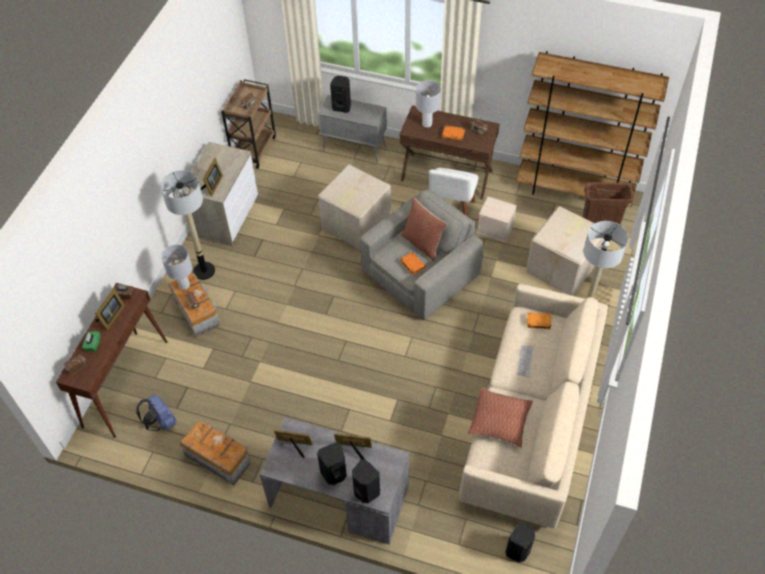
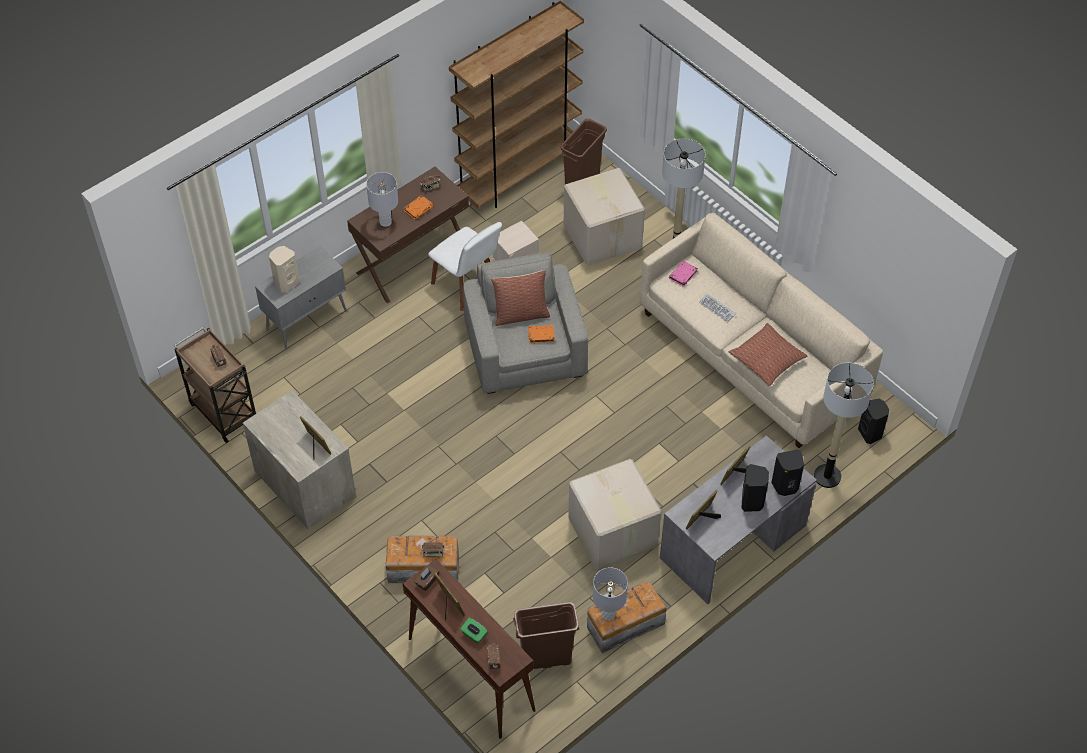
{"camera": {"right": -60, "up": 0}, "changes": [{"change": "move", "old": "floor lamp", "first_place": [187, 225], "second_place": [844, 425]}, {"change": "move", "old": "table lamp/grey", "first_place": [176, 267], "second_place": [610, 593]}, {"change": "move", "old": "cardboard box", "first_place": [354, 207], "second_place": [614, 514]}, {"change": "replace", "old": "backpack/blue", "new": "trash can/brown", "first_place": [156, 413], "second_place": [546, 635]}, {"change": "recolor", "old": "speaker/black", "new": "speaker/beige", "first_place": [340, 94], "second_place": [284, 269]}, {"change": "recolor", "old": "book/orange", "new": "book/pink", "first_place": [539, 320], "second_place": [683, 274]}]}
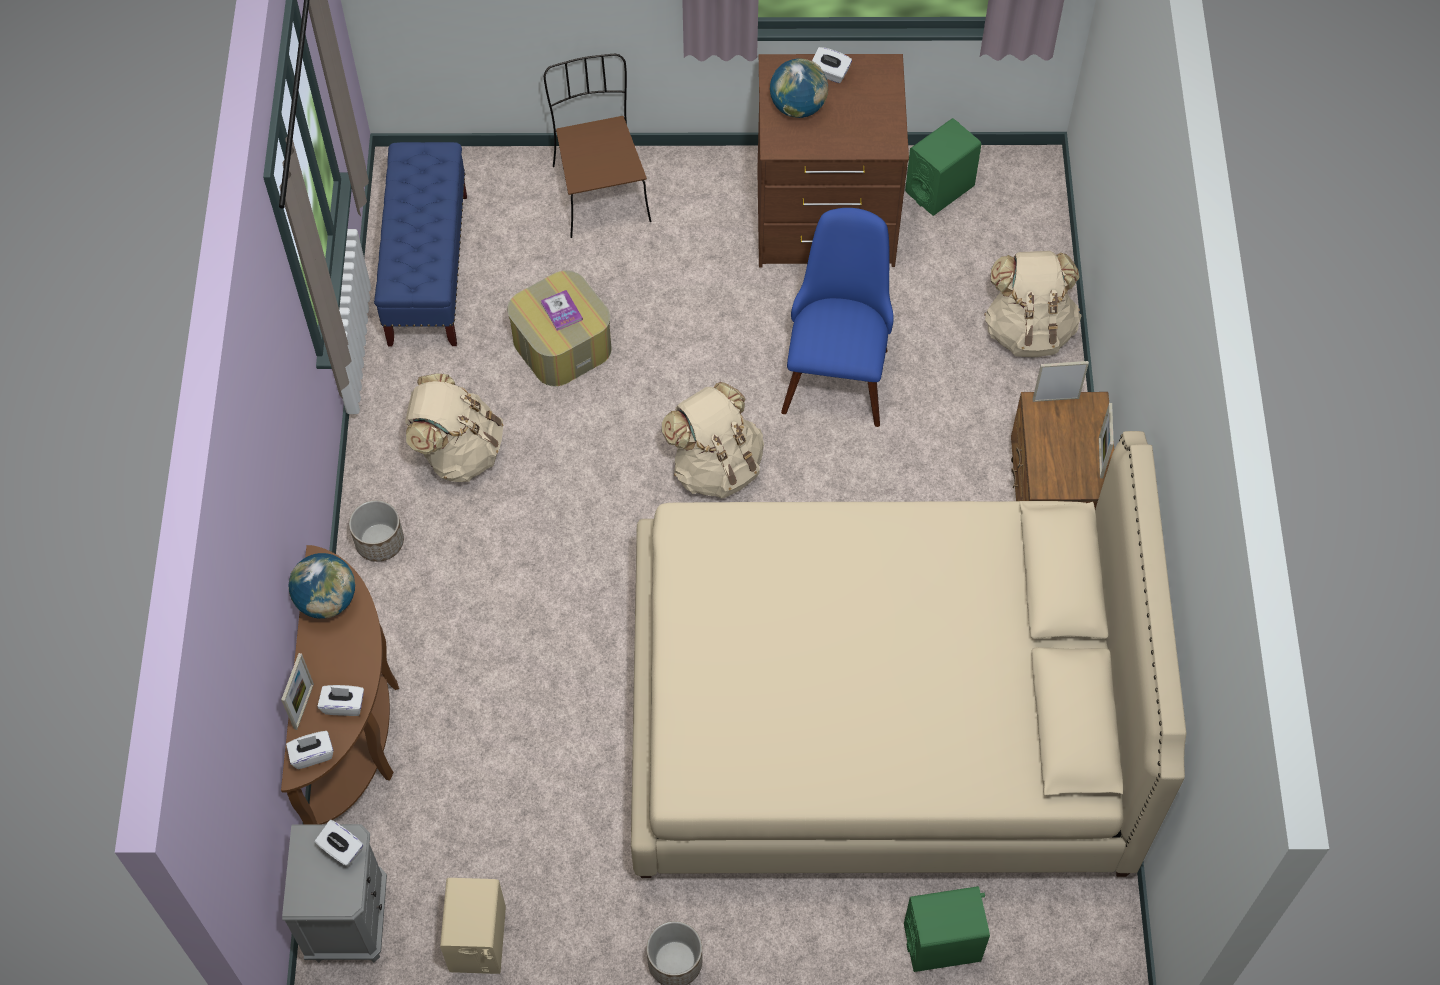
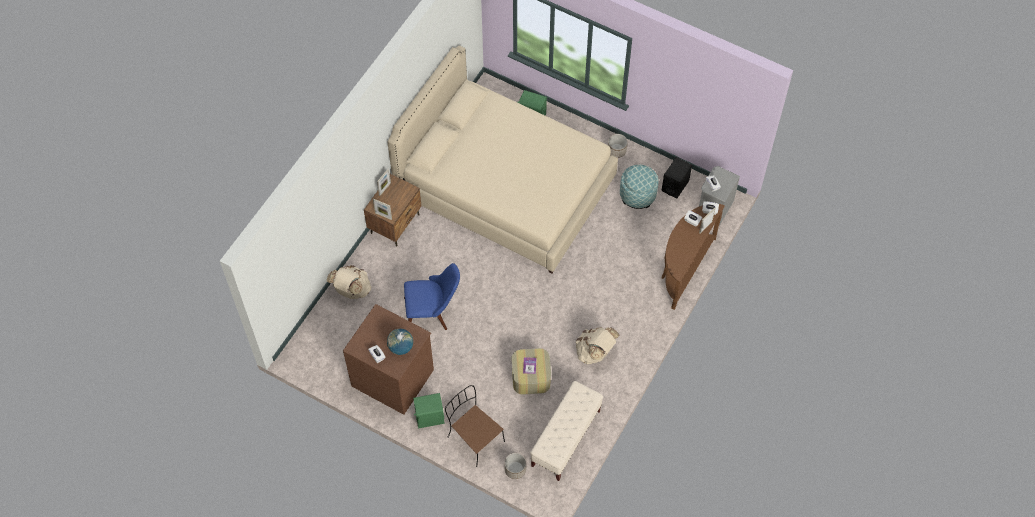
{"camera": {"right": -150, "up": 0}, "changes": [{"change": "delete", "old": "globe", "first_place": [321, 586]}, {"change": "delete", "old": "backpack/beige", "first_place": [713, 440]}, {"change": "insert", "new": "ottoman", "second_place": [639, 187]}, {"change": "move", "old": "planter", "first_place": [376, 531], "second_place": [515, 466]}, {"change": "move", "old": "speaker/green", "first_place": [943, 167], "second_place": [429, 411]}, {"change": "recolor", "old": "bench/blue", "new": "bench/beige", "first_place": [420, 244], "second_place": [566, 431]}, {"change": "recolor", "old": "speaker/beige", "new": "speaker/black", "first_place": [473, 926], "second_place": [677, 177]}, {"change": "rotate", "old": "chair/brown", "first_place": [597, 146], "second_place": [475, 426], "degrees": 120}, {"change": "rotate", "old": "chair/blue", "first_place": [837, 317], "second_place": [432, 296], "degrees": -135}]}
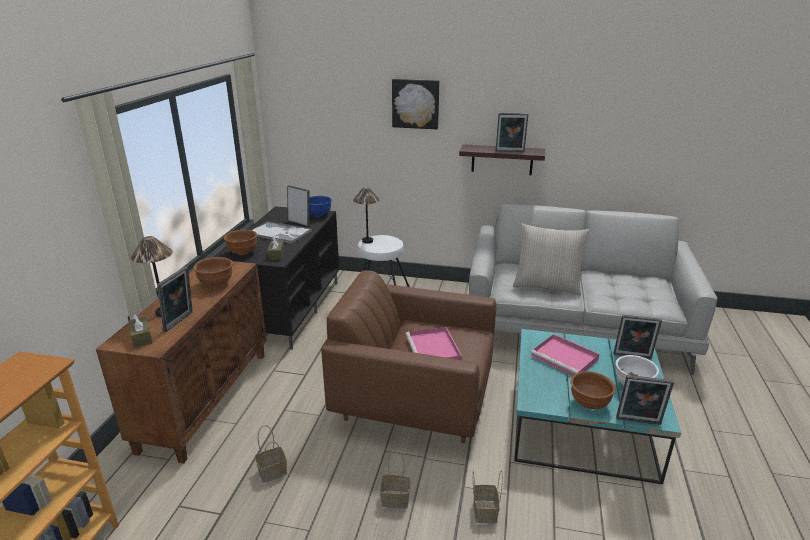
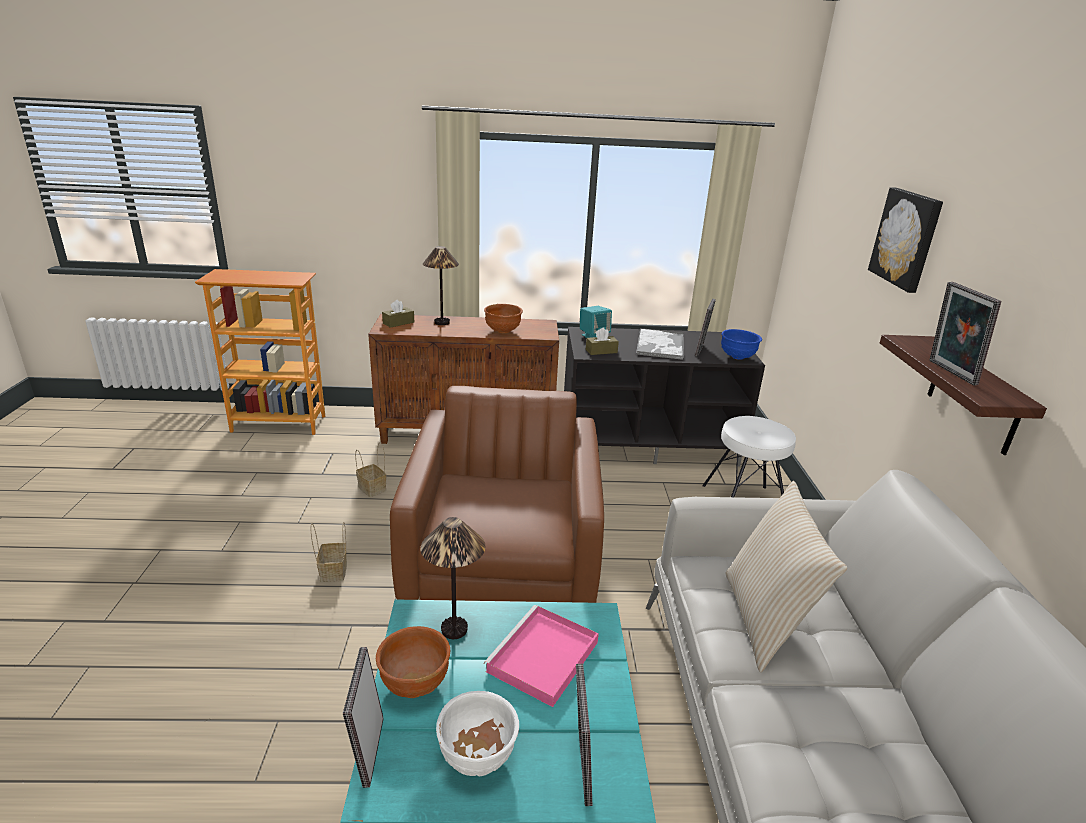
{"camera": {"right": 75, "up": 0}, "changes": [{"change": "delete", "old": "picture frame", "first_place": [175, 299]}, {"change": "delete", "old": "tray/pink", "first_place": [434, 343]}, {"change": "delete", "old": "basket", "first_place": [488, 496]}, {"change": "move", "old": "table lamp", "first_place": [366, 215], "second_place": [453, 578]}, {"change": "replace", "old": "bowl/brown", "new": "speaker/turquoise", "first_place": [240, 242], "second_place": [596, 322]}]}
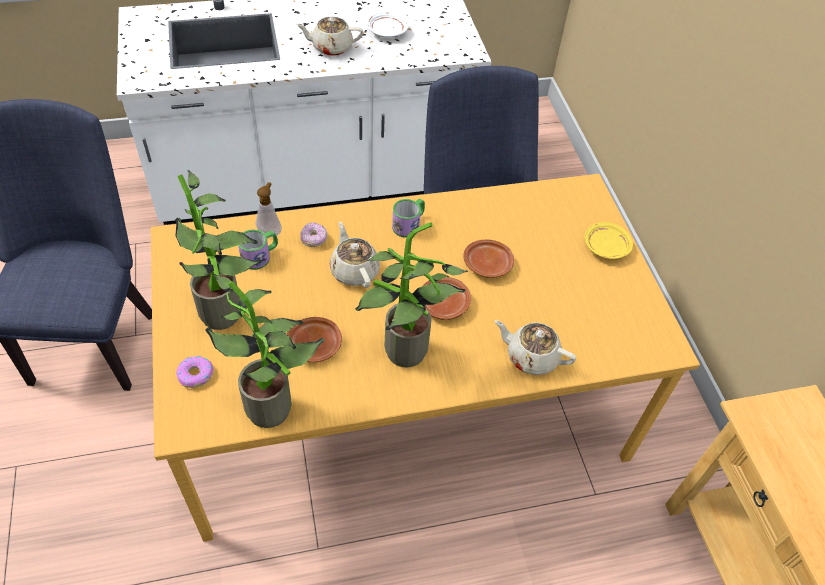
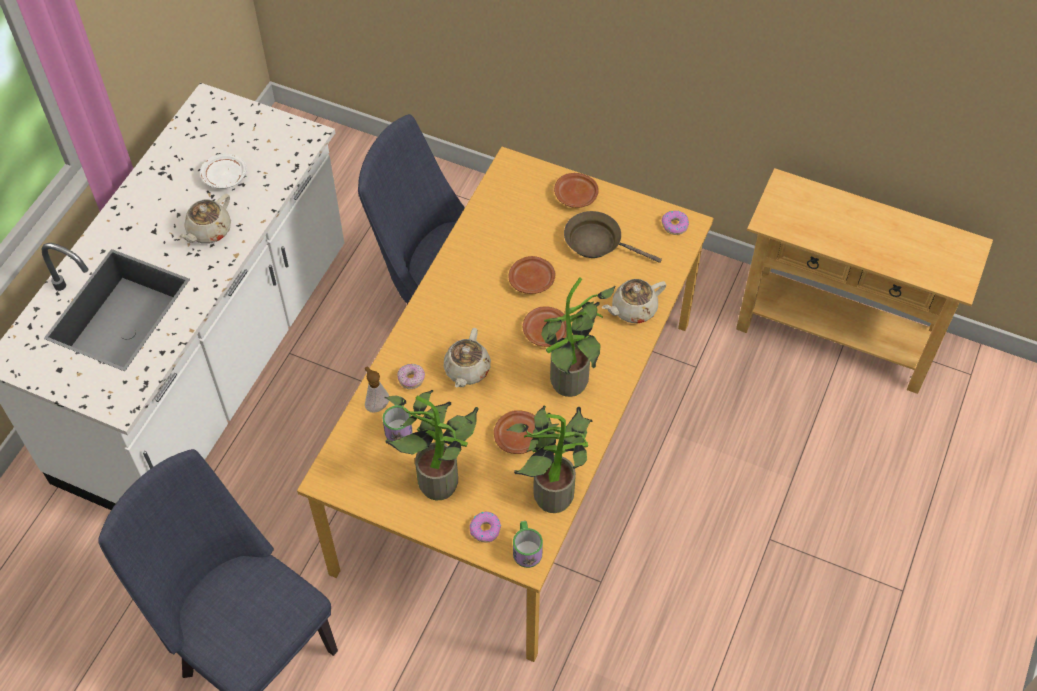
{"camera": {"right": -50, "up": 5}, "changes": [{"change": "insert", "new": "frying pan/brown", "second_place": [613, 237]}, {"change": "insert", "new": "donut", "second_place": [675, 223]}, {"change": "move", "old": "mug", "first_place": [408, 218], "second_place": [528, 544]}, {"change": "recolor", "old": "plate/yellow", "new": "plate/brown", "first_place": [608, 240], "second_place": [576, 190]}, {"change": "rotate", "old": "teapot/beige", "first_place": [355, 254], "second_place": [467, 358], "degrees": -90}]}
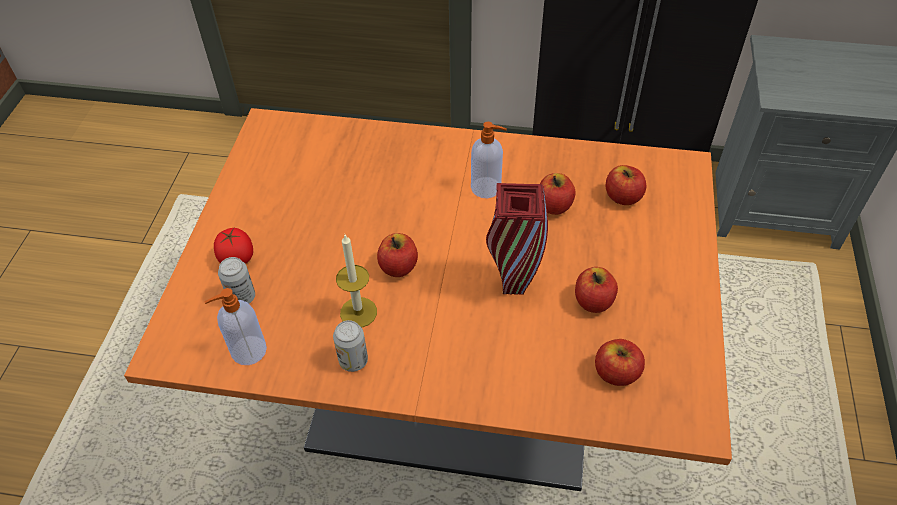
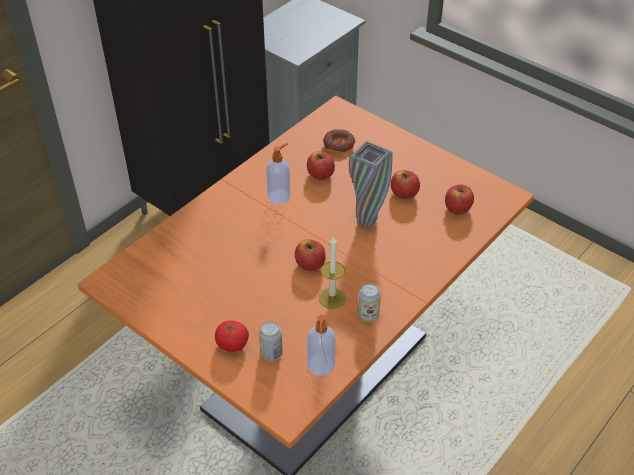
{"camera": {"right": -60, "up": -5}, "changes": [{"change": "replace", "old": "apple", "new": "donut", "first_place": [626, 185], "second_place": [339, 141]}, {"change": "recolor", "old": "vase/red", "new": "vase/grey", "first_place": [517, 239], "second_place": [370, 184]}]}
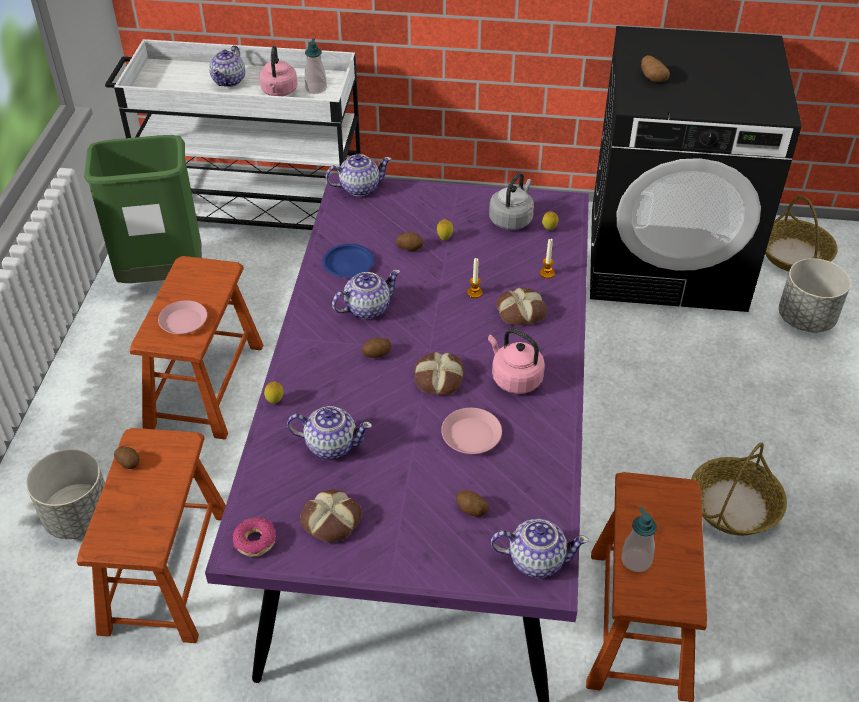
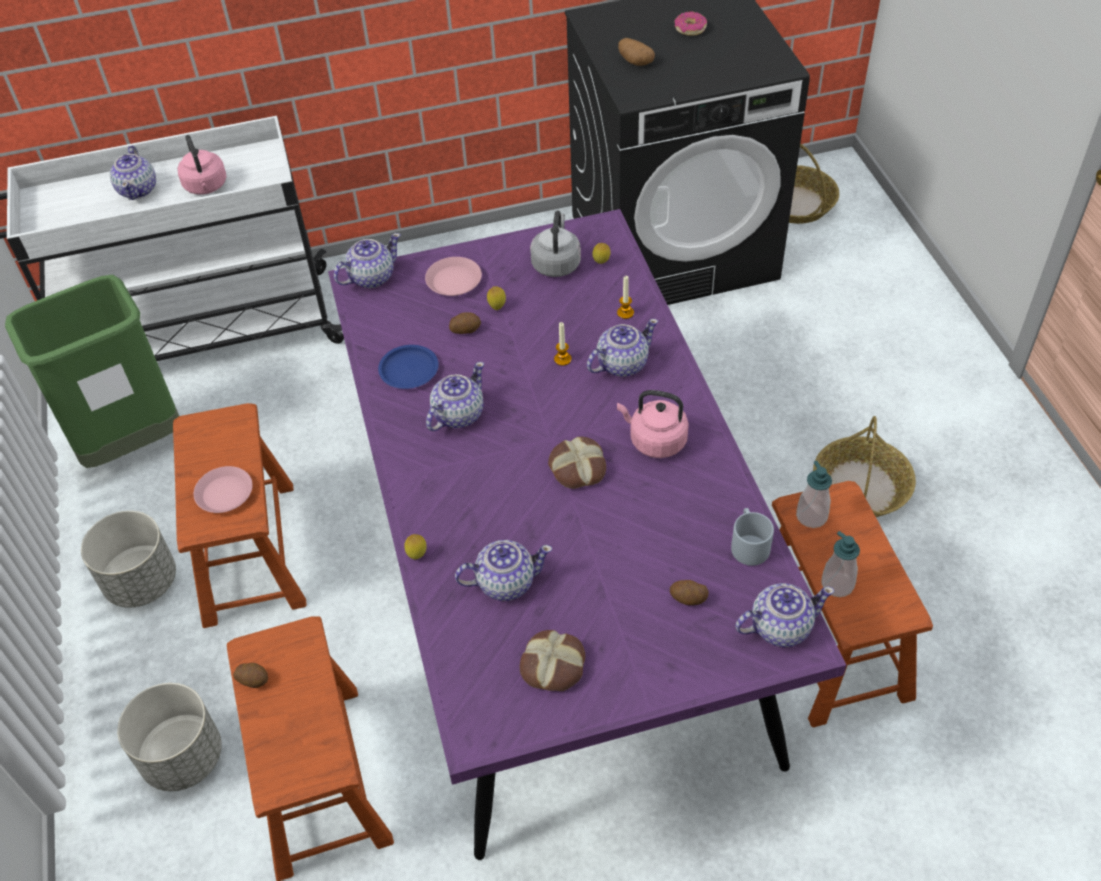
{"camera": {"right": -20, "up": 5}, "changes": [{"change": "delete", "old": "potato", "first_place": [376, 348]}, {"change": "insert", "new": "mug/grey", "second_place": [752, 537]}, {"change": "move", "old": "donut", "first_place": [254, 537], "second_place": [690, 24]}, {"change": "move", "old": "soap dispenser", "first_place": [316, 66], "second_place": [814, 494]}, {"change": "move", "old": "plate/pink", "first_place": [471, 431], "second_place": [453, 276]}, {"change": "move", "old": "planter/grey", "first_place": [815, 295], "second_place": [128, 559]}, {"change": "replace", "old": "bread", "new": "teapot", "first_place": [521, 306], "second_place": [622, 348]}]}
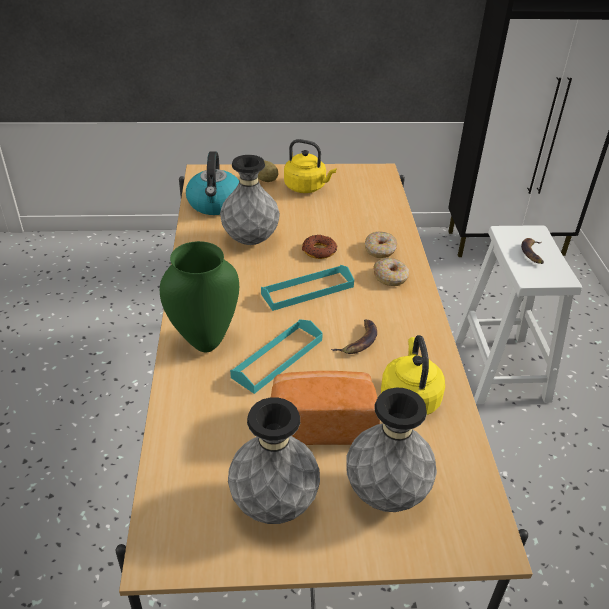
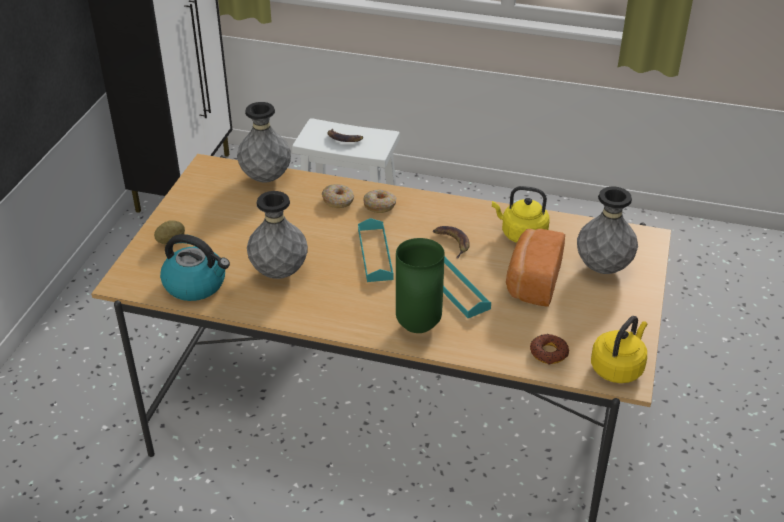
{"camera": {"right": -70, "up": 0}, "changes": [{"change": "move", "old": "vase/grey", "first_place": [274, 460], "second_place": [264, 142]}, {"change": "move", "old": "kettle/yellow", "first_place": [310, 166], "second_place": [619, 349]}, {"change": "move", "old": "donut", "first_place": [319, 247], "second_place": [549, 349]}]}
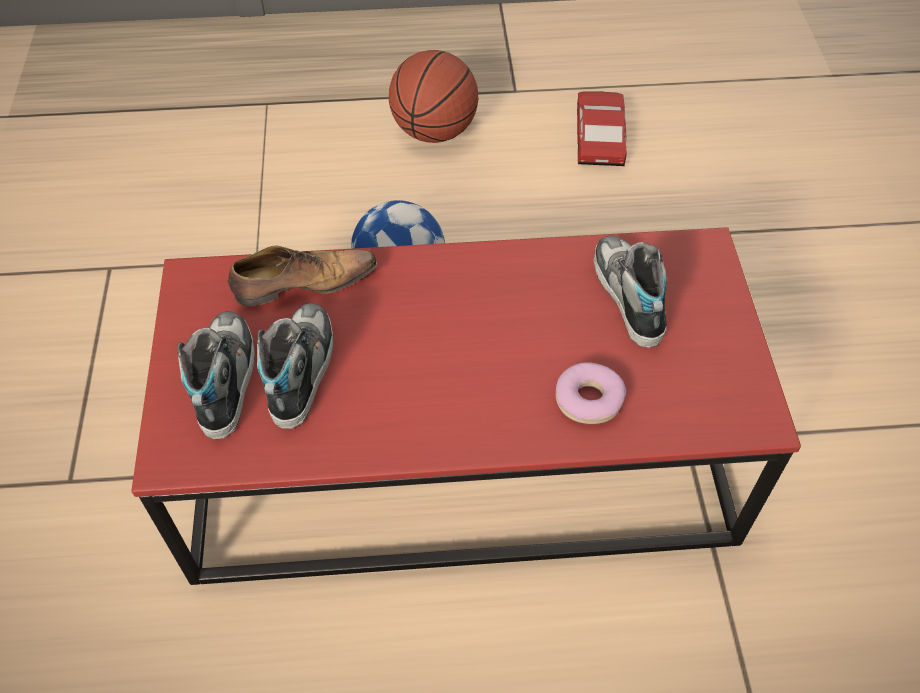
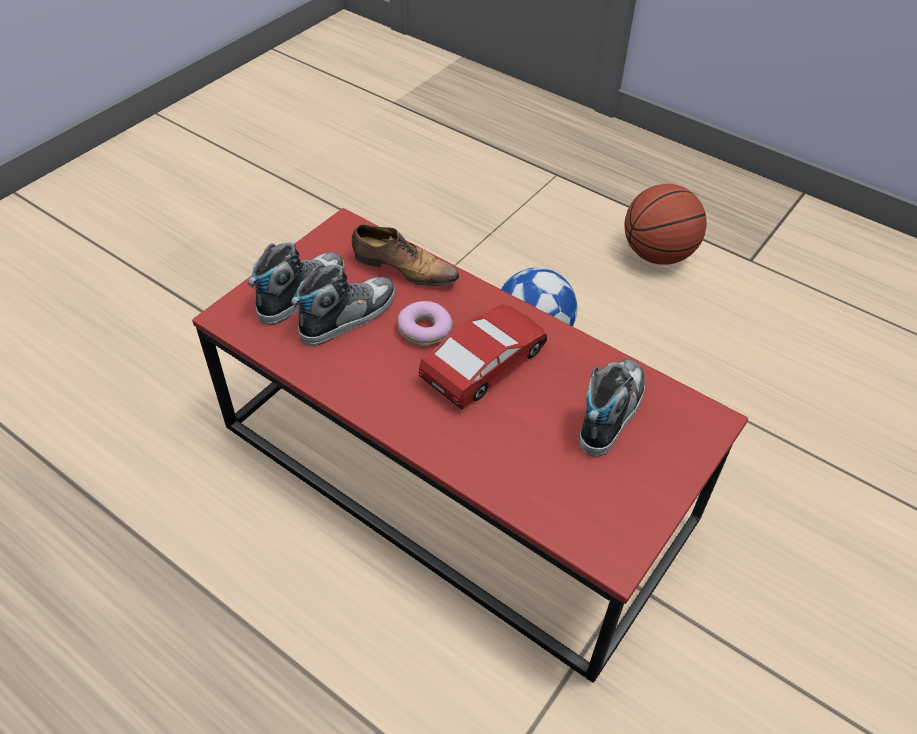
{"camera": {"right": 40, "up": -5}, "changes": [{"change": "move", "old": "donut", "first_place": [591, 393], "second_place": [425, 323]}, {"change": "move", "old": "toy car", "first_place": [602, 128], "second_place": [483, 356]}]}
